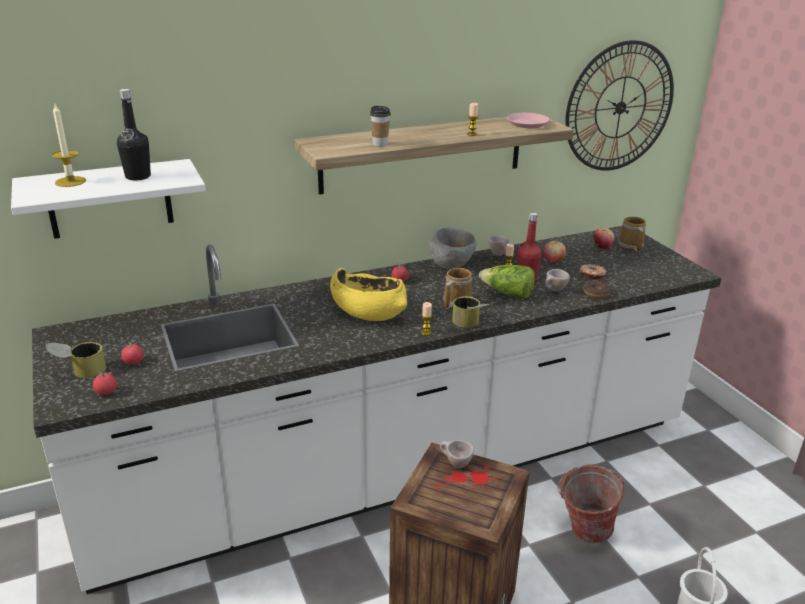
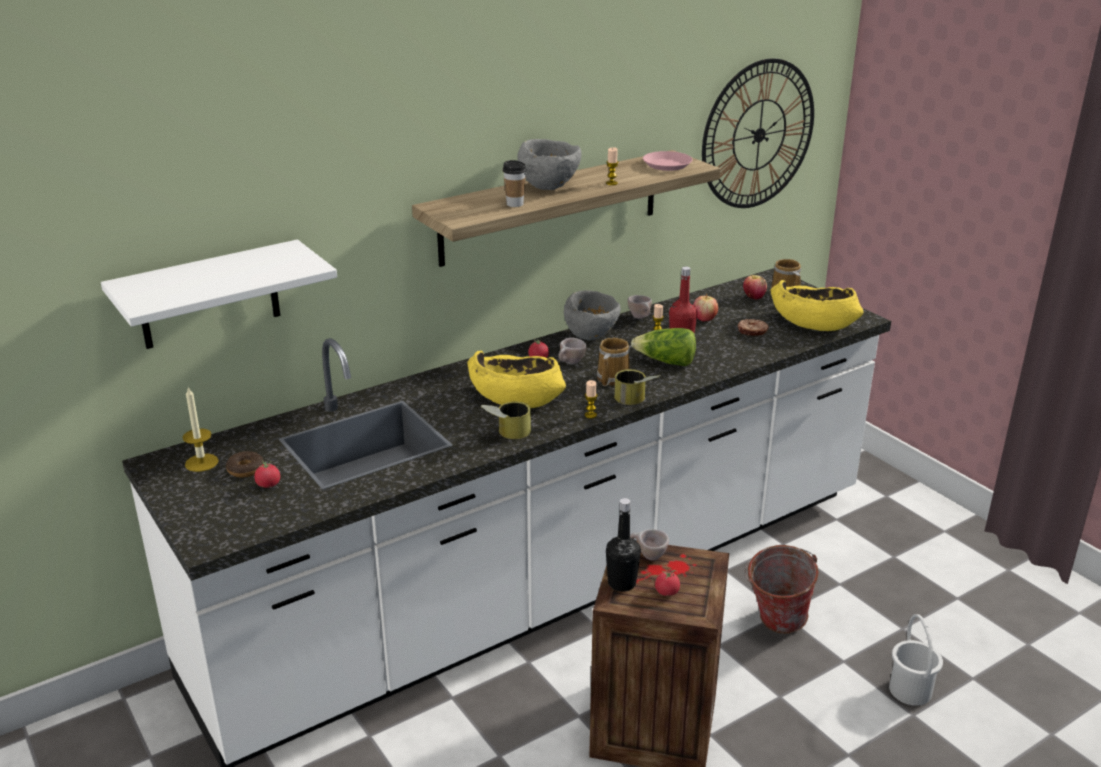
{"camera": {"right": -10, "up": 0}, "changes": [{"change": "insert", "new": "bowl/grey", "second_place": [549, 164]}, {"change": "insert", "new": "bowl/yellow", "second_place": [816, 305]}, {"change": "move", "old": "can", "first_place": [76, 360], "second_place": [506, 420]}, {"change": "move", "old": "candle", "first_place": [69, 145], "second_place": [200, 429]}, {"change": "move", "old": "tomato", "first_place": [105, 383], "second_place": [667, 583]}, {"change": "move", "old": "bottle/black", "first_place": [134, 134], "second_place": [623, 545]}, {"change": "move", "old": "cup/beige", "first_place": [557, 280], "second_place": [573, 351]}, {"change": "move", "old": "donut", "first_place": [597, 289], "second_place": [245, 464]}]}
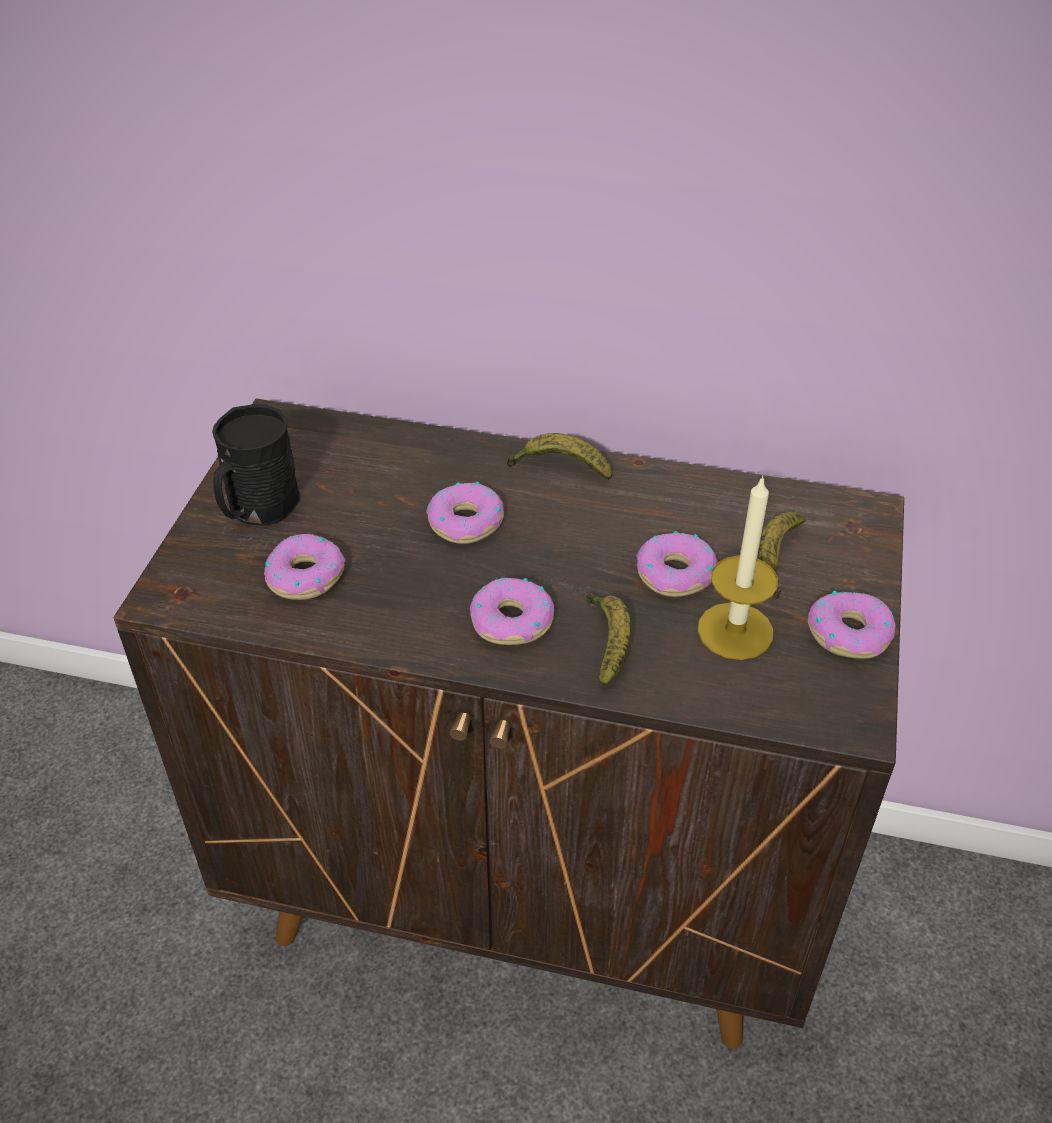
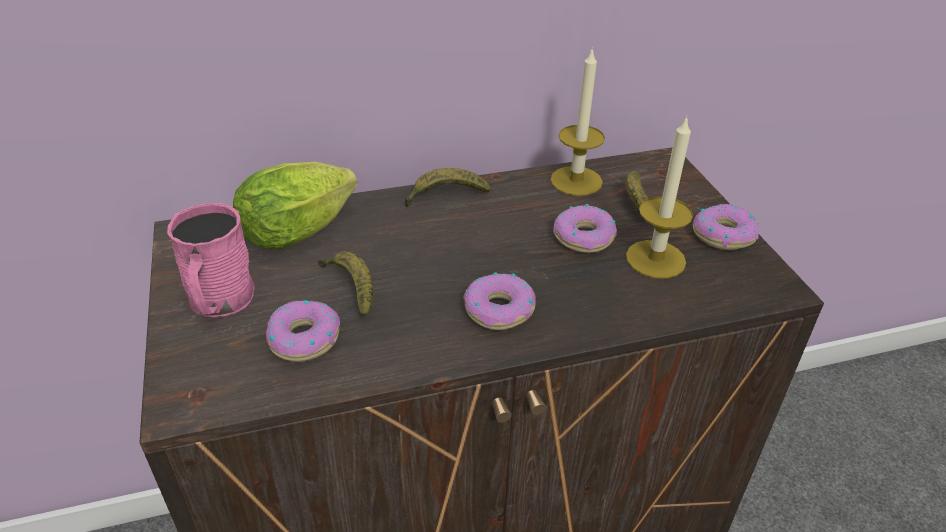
{"camera": {"right": -30, "up": -5}, "changes": [{"change": "delete", "old": "donut", "first_place": [465, 513]}, {"change": "insert", "new": "lettuce", "second_place": [295, 206]}, {"change": "insert", "new": "candle", "second_place": [577, 121]}, {"change": "move", "old": "banana", "first_place": [608, 639], "second_place": [345, 284]}, {"change": "recolor", "old": "mug/black", "new": "mug/pink", "first_place": [256, 465], "second_place": [211, 260]}]}
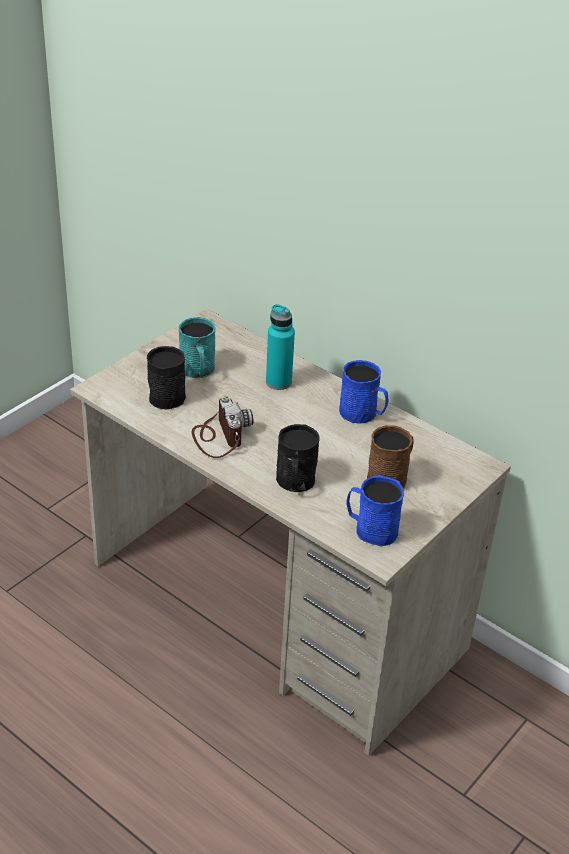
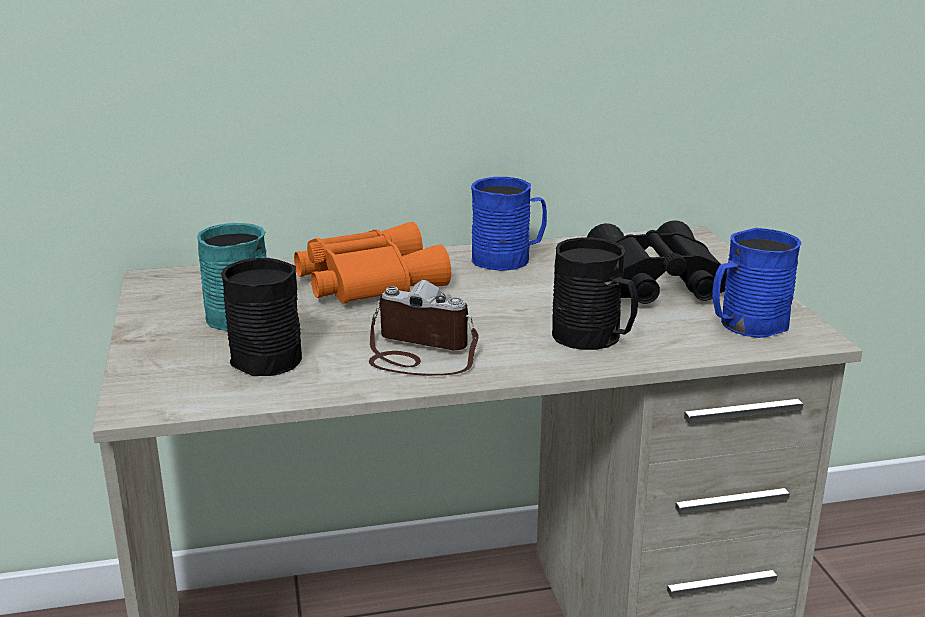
{"camera": {"right": -50, "up": -15}, "changes": [{"change": "replace", "old": "bottle/turquoise", "new": "binoculars/orange", "first_place": [280, 347], "second_place": [372, 263]}, {"change": "replace", "old": "mug/brown", "new": "binoculars/black", "first_place": [390, 456], "second_place": [657, 262]}]}
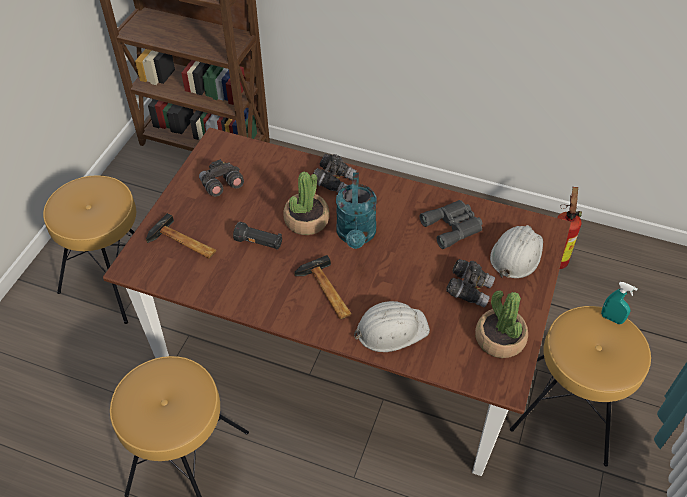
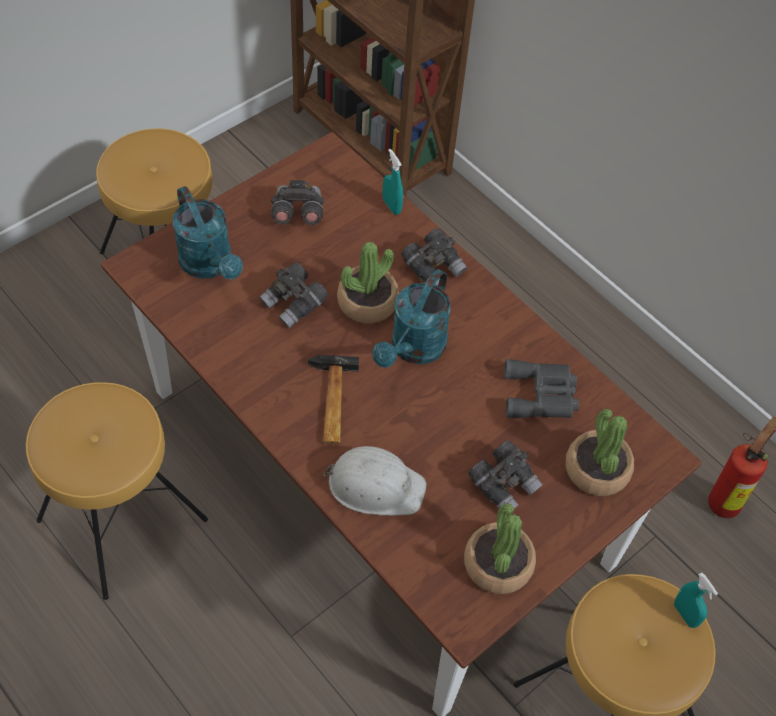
{"camera": {"right": 25, "up": 5}, "changes": [{"change": "insert", "new": "spray bottle/turquoise", "second_place": [392, 182]}, {"change": "replace", "old": "hammer", "new": "watering can/turquoise", "first_place": [181, 235], "second_place": [207, 232]}, {"change": "replace", "old": "flashlight/black", "new": "binoculars/grey", "first_place": [257, 236], "second_place": [293, 295]}, {"change": "replace", "old": "hard hat/white", "new": "potted plant", "first_place": [516, 251], "second_place": [599, 452]}]}
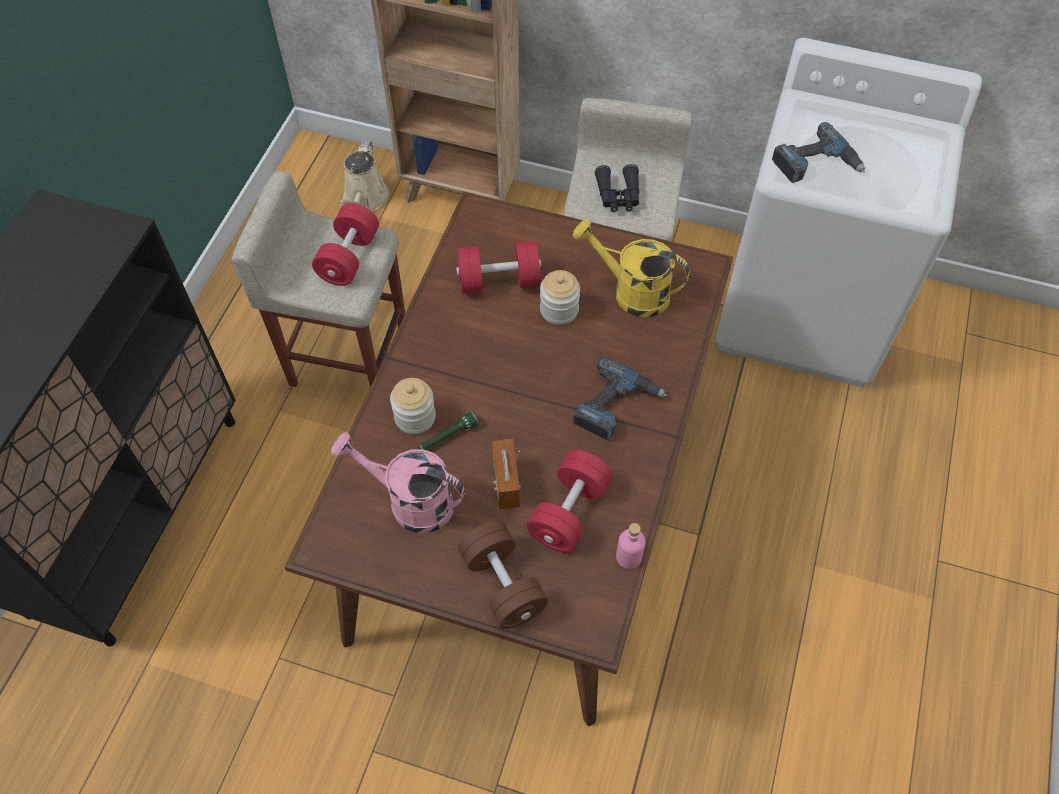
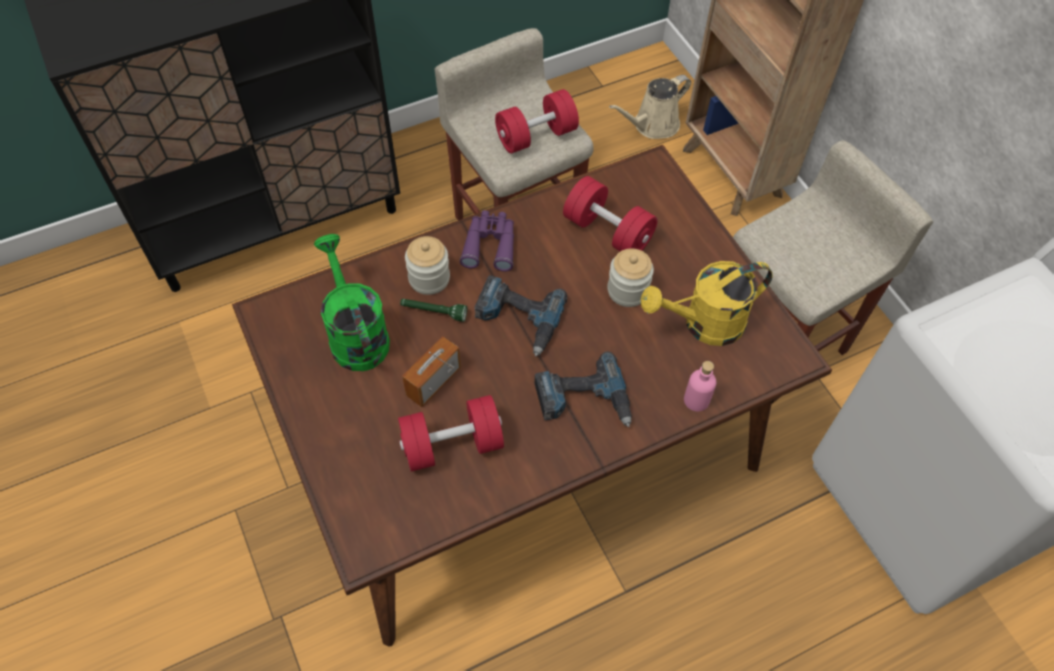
{"camera": {"right": 45, "up": 0}, "changes": [{"change": "delete", "old": "dumbbell/brown", "first_place": [503, 575]}, {"change": "delete", "old": "binoculars/black", "first_place": [617, 188]}, {"change": "insert", "new": "binoculars/purple", "second_place": [487, 241]}, {"change": "move", "old": "bottle/pink", "first_place": [631, 546], "second_place": [700, 386]}, {"change": "move", "old": "power drill", "first_place": [818, 152], "second_place": [520, 316]}, {"change": "recolor", "old": "watering can/pink", "new": "watering can/green", "first_place": [398, 482], "second_place": [352, 302]}, {"change": "rotate", "old": "watering can/yellow", "first_place": [631, 268], "second_place": [707, 303], "degrees": -90}]}
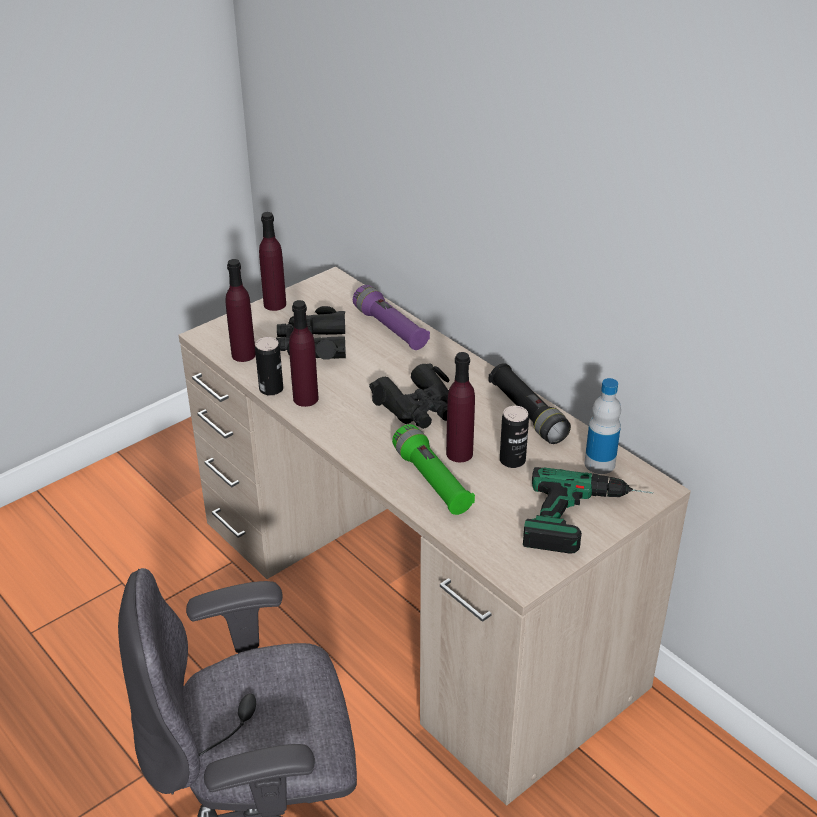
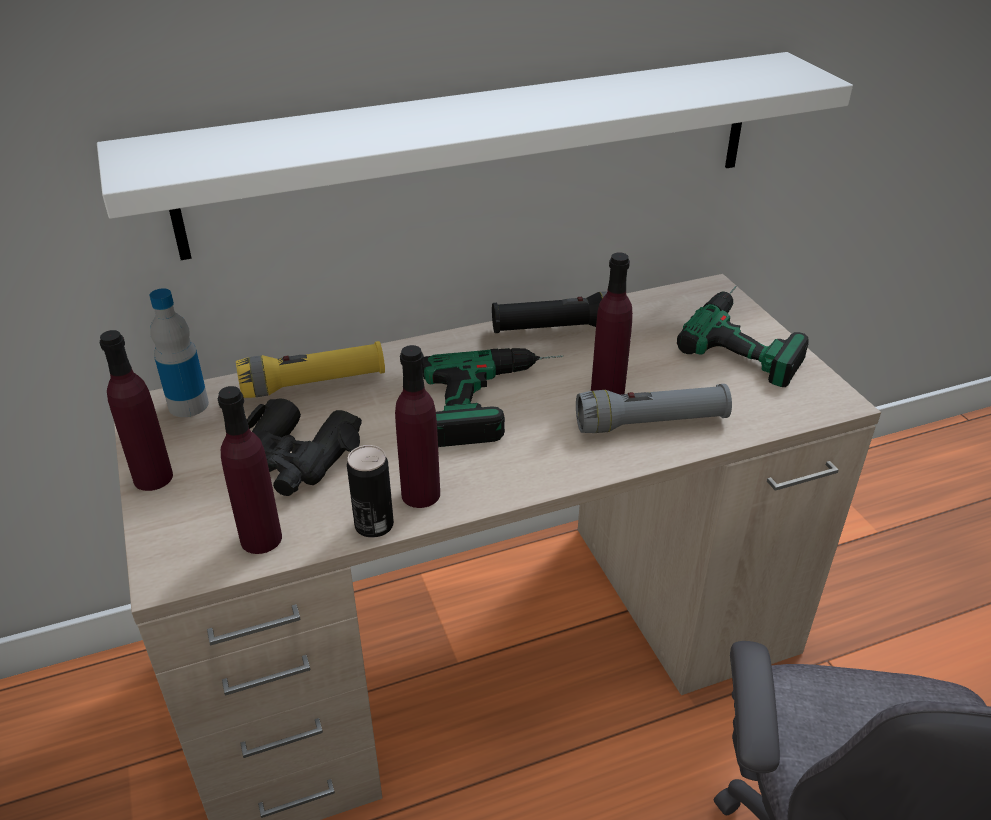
{"camera": {"right": -70, "up": 0}, "changes": [{"change": "delete", "old": "can", "first_place": [514, 437]}, {"change": "insert", "new": "shelf/white", "second_place": [475, 156]}, {"change": "move", "old": "bottle", "first_place": [602, 426], "second_place": [179, 353]}, {"change": "replace", "old": "binoculars/black", "new": "power drill", "first_place": [409, 396], "second_place": [493, 397]}, {"change": "recolor", "old": "flashlight/purple", "new": "flashlight/yellow", "first_place": [391, 317], "second_place": [310, 369]}, {"change": "recolor", "old": "flashlight/green", "new": "flashlight/grey", "first_place": [433, 469], "second_place": [654, 408]}]}
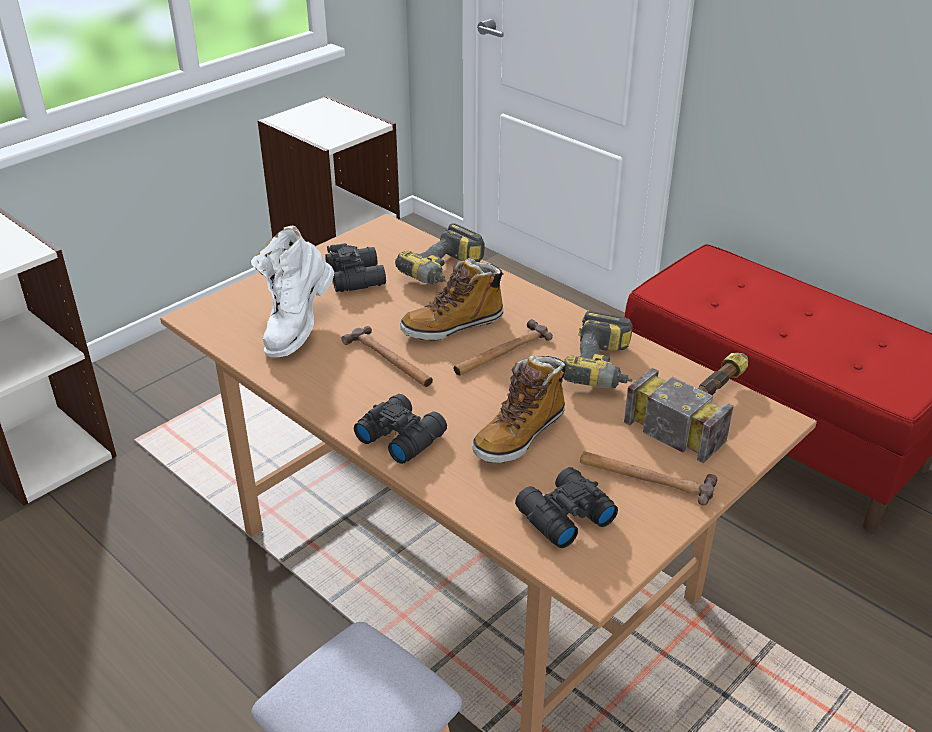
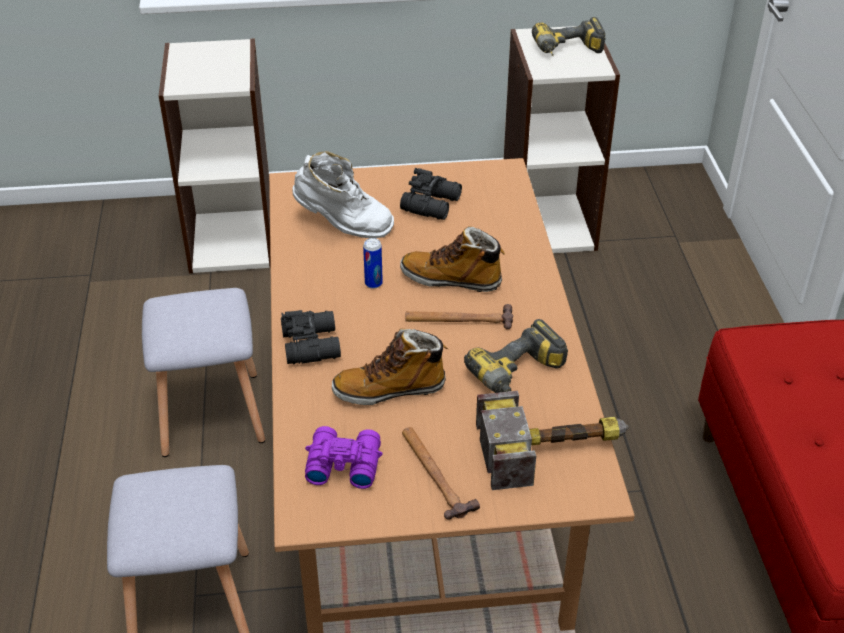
{"camera": {"right": 40, "up": 5}, "changes": [{"change": "insert", "new": "stool/grey", "second_place": [203, 372]}, {"change": "move", "old": "power drill", "first_place": [440, 254], "second_place": [568, 36]}, {"change": "replace", "old": "hammer", "new": "can", "first_place": [387, 356], "second_place": [373, 263]}, {"change": "recolor", "old": "binoculars/black", "new": "binoculars/purple", "first_place": [566, 507], "second_place": [344, 457]}, {"change": "rotate", "old": "boot/white", "first_place": [292, 291], "second_place": [343, 194], "degrees": -135}]}
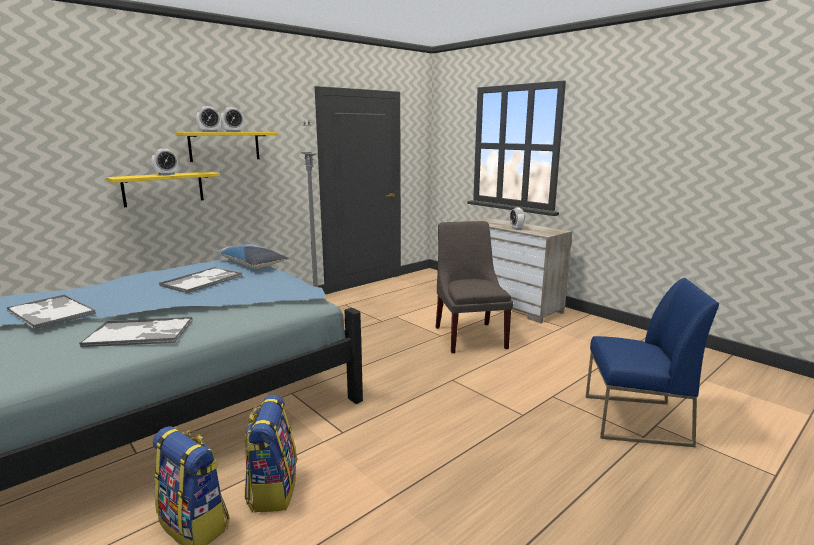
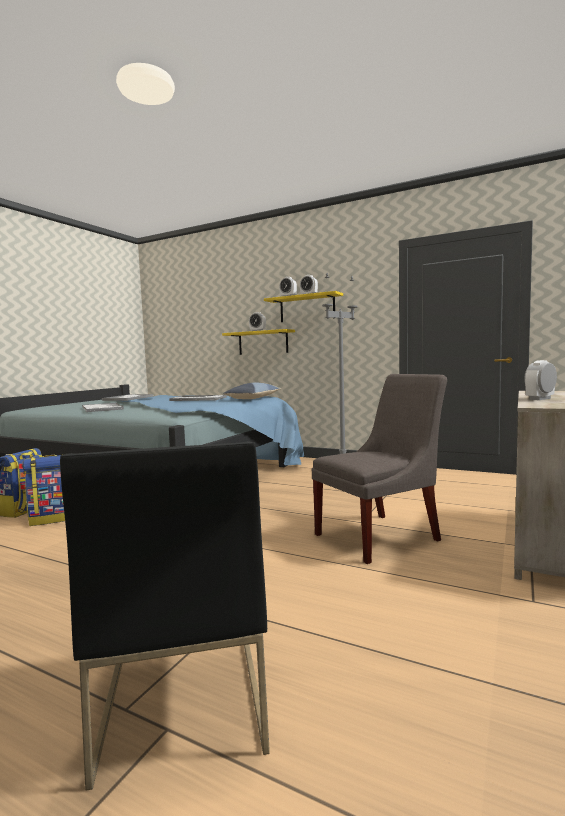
{"camera": {"right": 70, "up": -10}, "changes": [{"change": "recolor", "old": "chair/blue", "new": "chair/black", "first_place": [652, 362], "second_place": [165, 616]}]}
